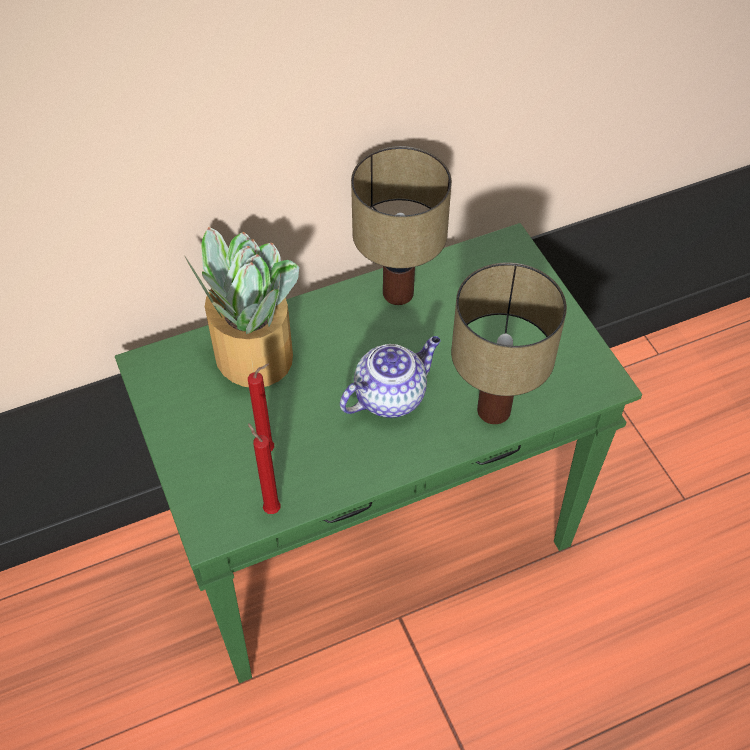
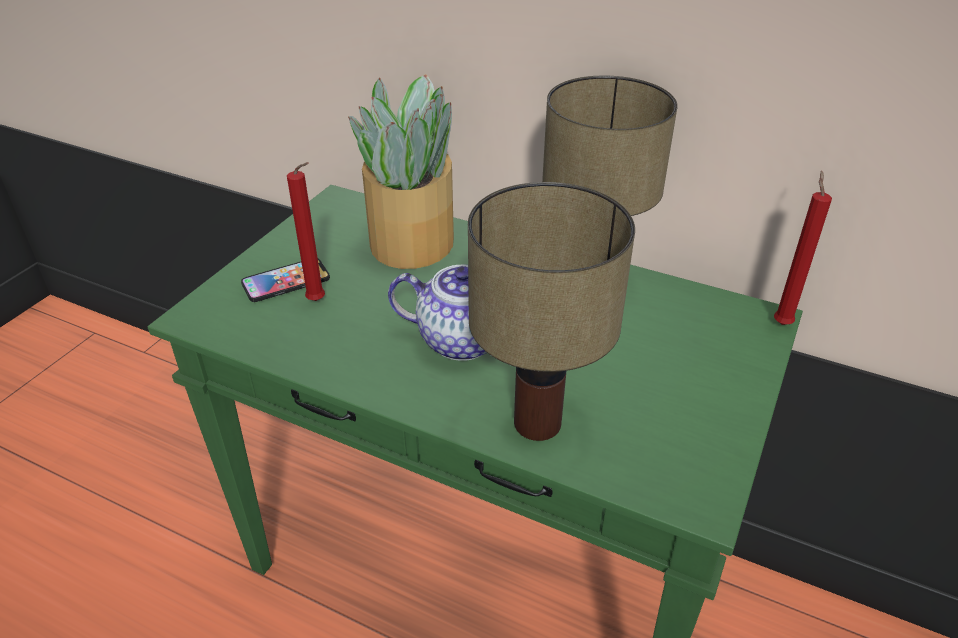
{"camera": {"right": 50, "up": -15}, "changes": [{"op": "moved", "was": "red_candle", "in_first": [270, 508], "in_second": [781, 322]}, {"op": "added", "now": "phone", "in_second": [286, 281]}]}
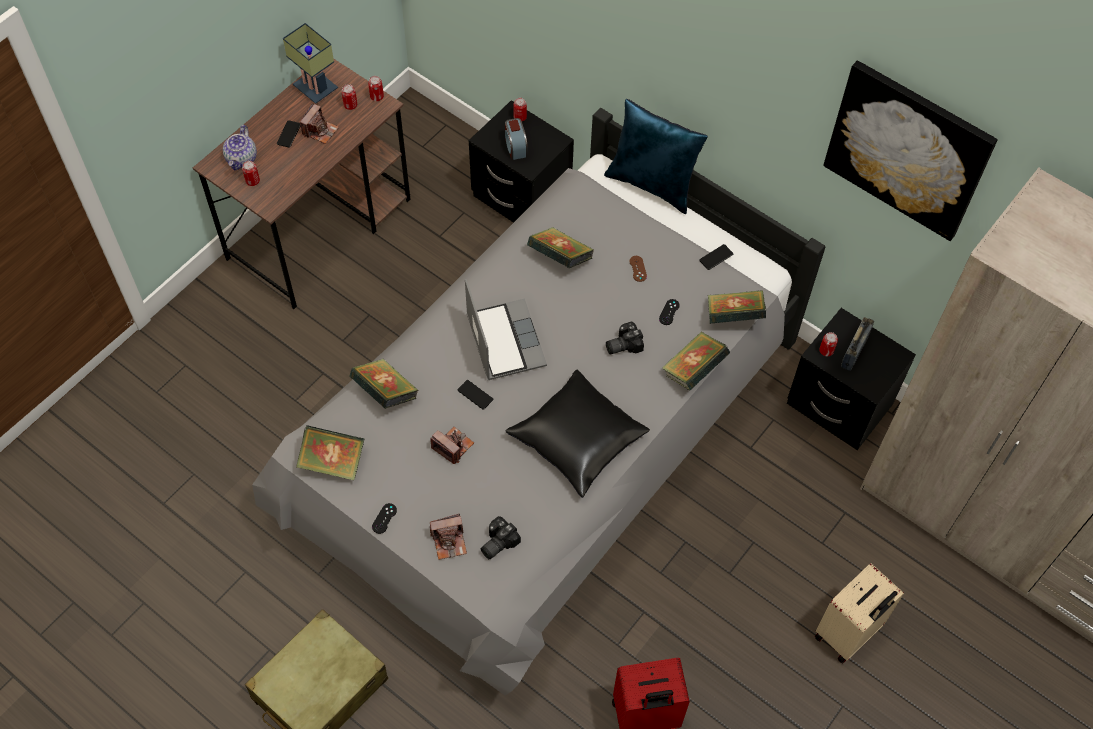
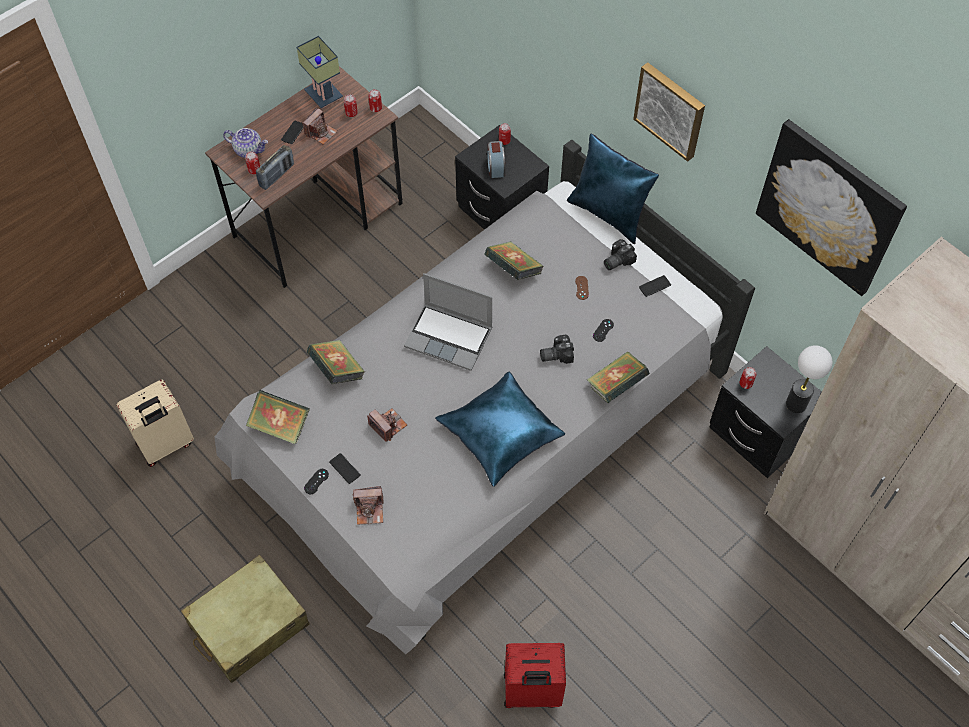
{"camera": {"right": 10, "up": 0}, "changes": [{"op": "turned", "was": "teapot", "in_first": [242, 159], "in_second": [249, 150], "clockwise": -90}, {"op": "moved", "was": "phone", "in_first": [475, 395], "in_second": [345, 468]}, {"op": "turned", "was": "laptop", "in_first": [504, 340], "in_second": [450, 337], "clockwise": 120}, {"op": "moved", "was": "photo_camera", "in_first": [496, 542], "in_second": [616, 260]}, {"op": "recoloured", "was": "black_pillow", "now": "blue_pillow", "in_first": [578, 439], "in_second": [501, 434]}, {"op": "removed", "was": "book", "in_first": [734, 317]}, {"op": "moved", "was": "beige_suitcase", "in_first": [848, 633], "in_second": [166, 445]}, {"op": "moved", "was": "radio", "in_first": [854, 351], "in_second": [277, 175]}, {"op": "added", "now": "picture", "in_second": [671, 110]}, {"op": "added", "now": "table_lamp", "in_second": [796, 404]}]}
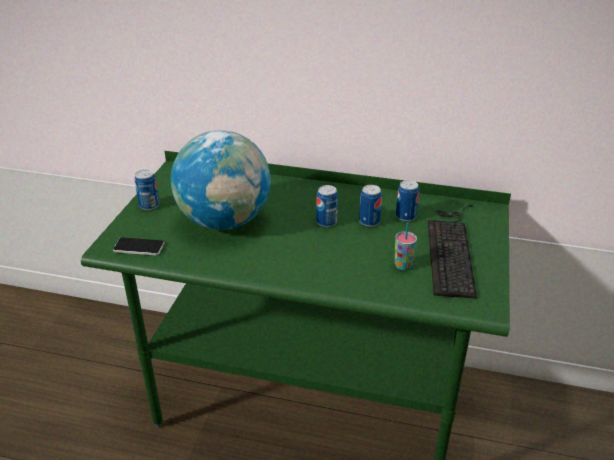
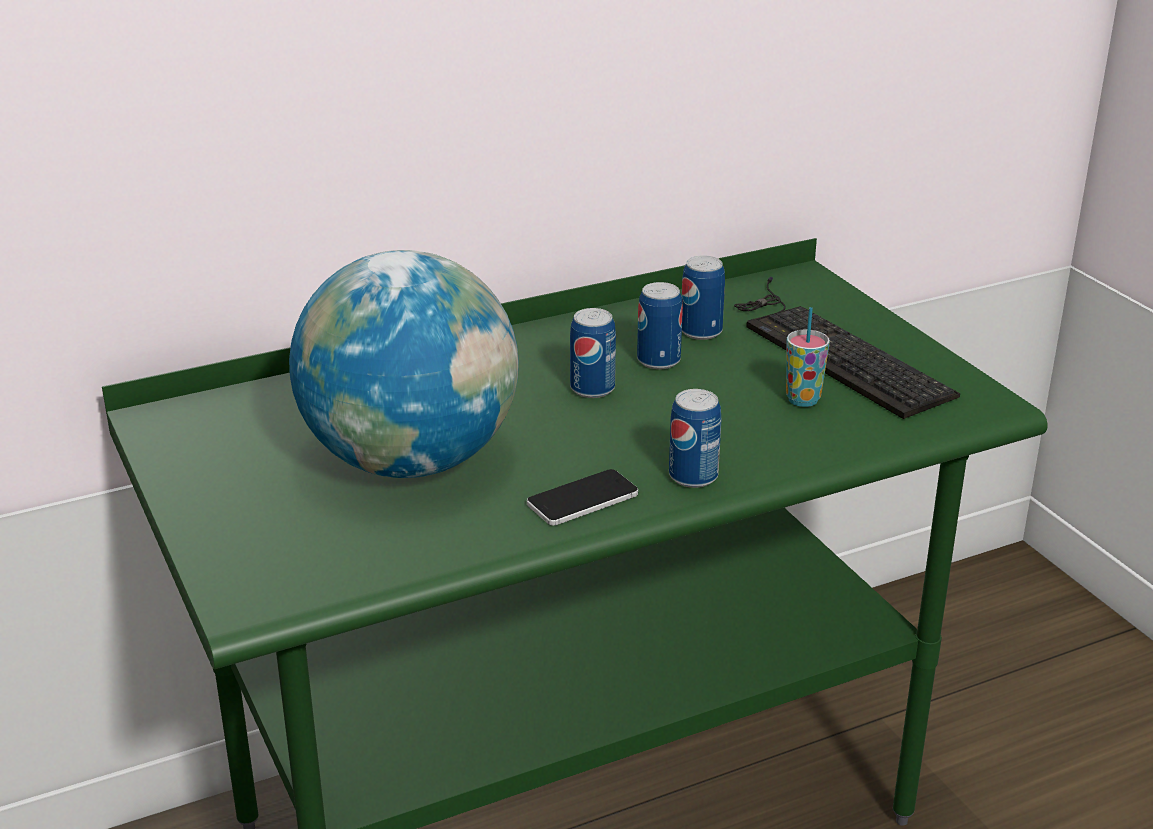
{"camera": {"right": -40, "up": -5}, "changes": [{"op": "moved", "was": "phone", "in_first": [139, 247], "in_second": [582, 499]}, {"op": "moved", "was": "can", "in_first": [149, 205], "in_second": [693, 476]}]}
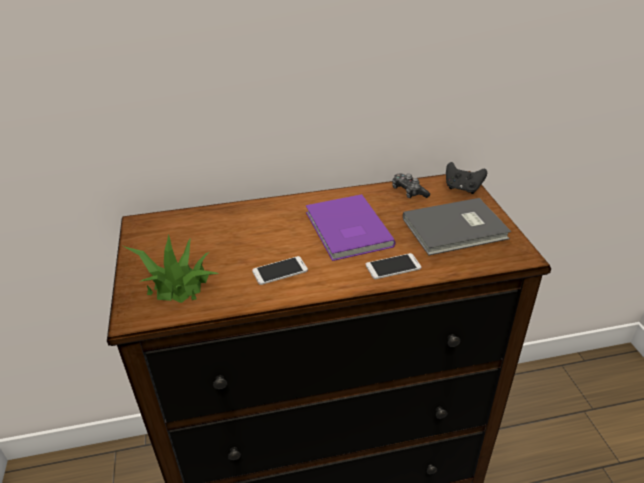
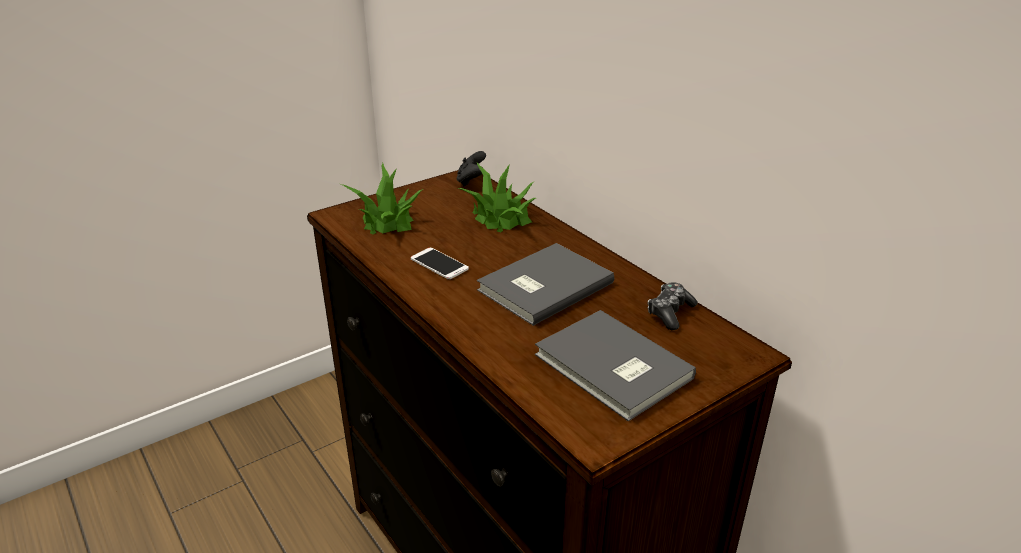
{"camera": {"right": 65, "up": -5}, "changes": [{"op": "recoloured", "was": "purple_book", "now": "grey_book", "in_first": [346, 230], "in_second": [542, 286]}, {"op": "removed", "was": "phone", "in_first": [393, 267]}, {"op": "moved", "was": "black_game_controller", "in_first": [462, 188], "in_second": [471, 181]}, {"op": "added", "now": "potted_plant", "in_second": [501, 217]}]}
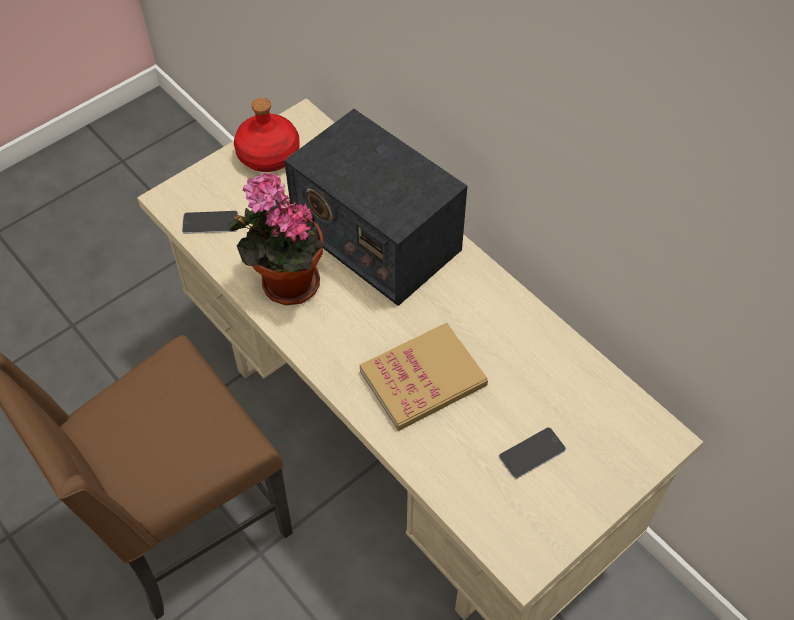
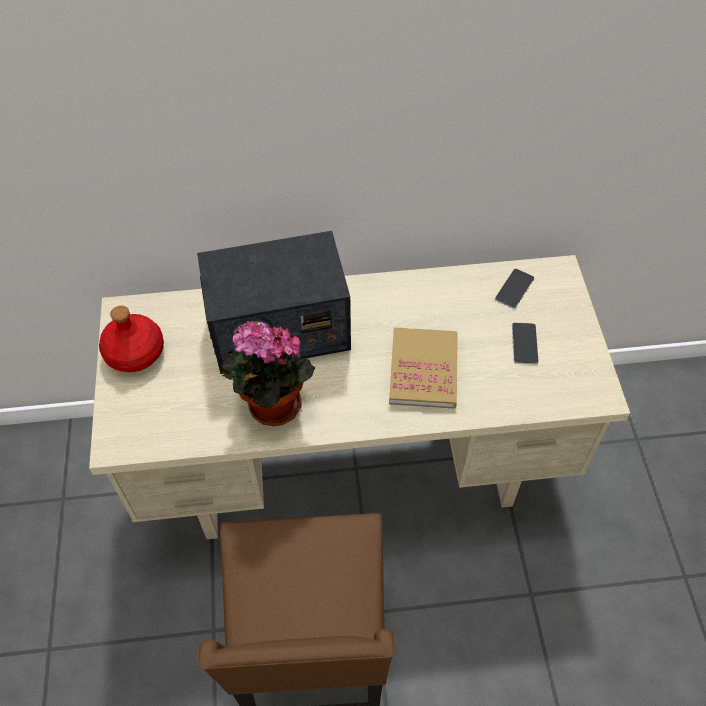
{"camera": {"right": -55, "up": 0}, "changes": [{"op": "moved", "was": "phone", "in_first": [210, 222], "in_second": [514, 288]}]}
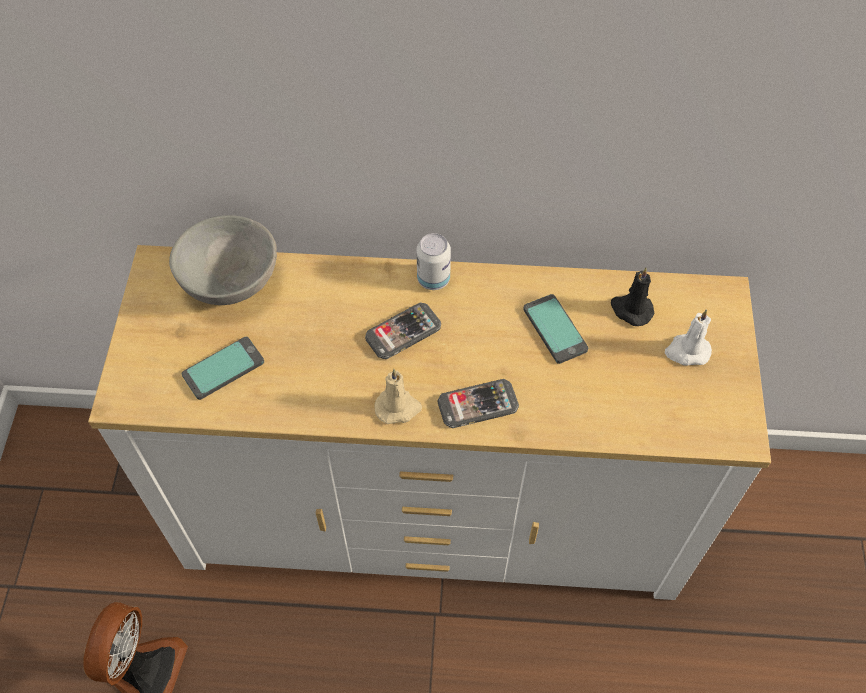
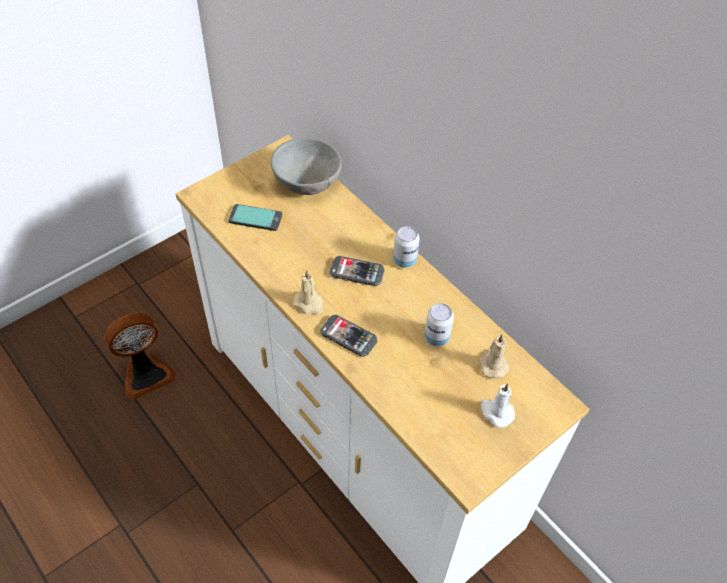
{"camera": {"right": 45, "up": -5}, "changes": [{"op": "replaced", "was": "phone", "now": "can", "in_first": [555, 329], "in_second": [436, 337]}, {"op": "recoloured", "was": "black_candle", "now": "beige_candle", "in_first": [631, 309], "in_second": [492, 364]}]}
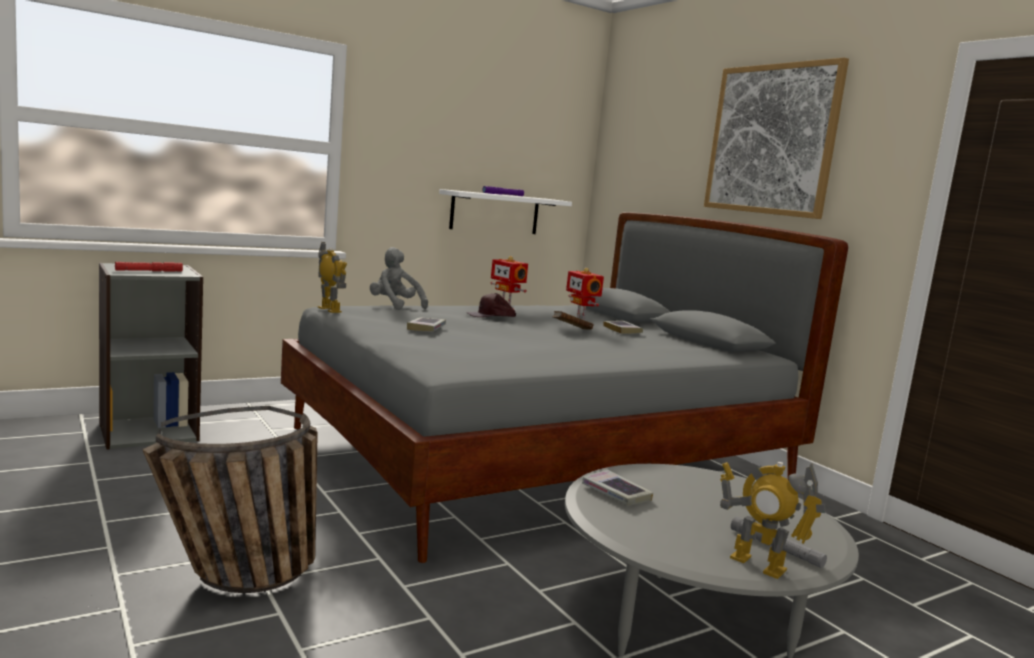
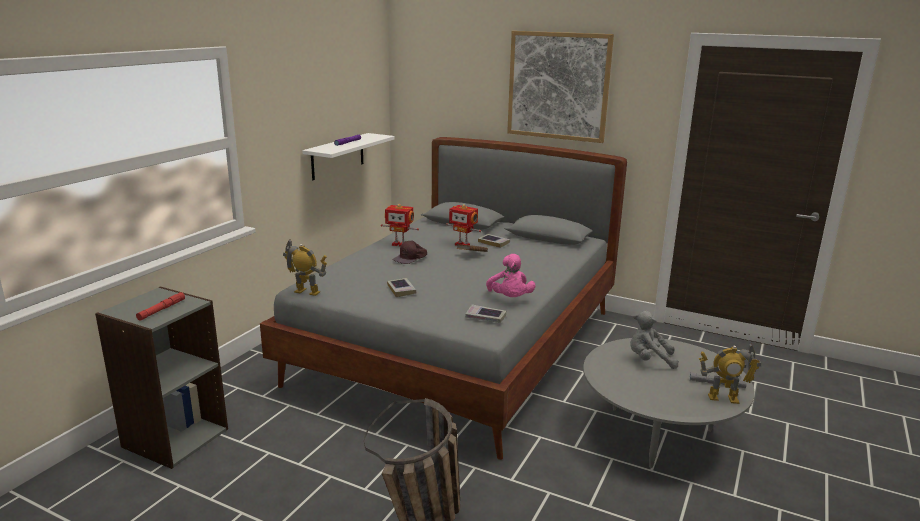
{"camera": {"right": -30, "up": 10}, "changes": [{"op": "moved", "was": "grey_plush_toy", "in_first": [394, 306], "in_second": [649, 360]}, {"op": "moved", "was": "book", "in_first": [616, 493], "in_second": [485, 317]}, {"op": "added", "now": "pink_plush_toy", "in_second": [510, 299]}]}
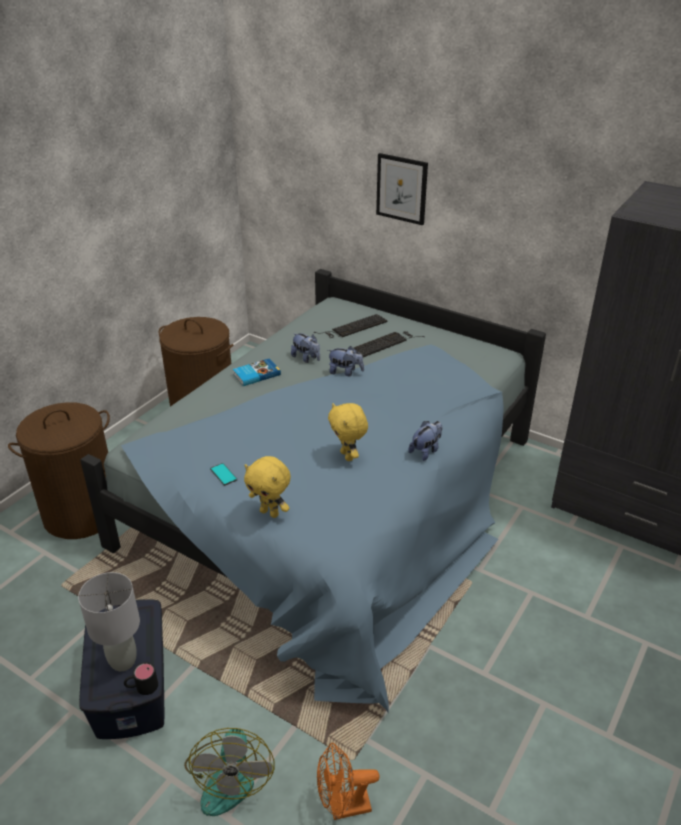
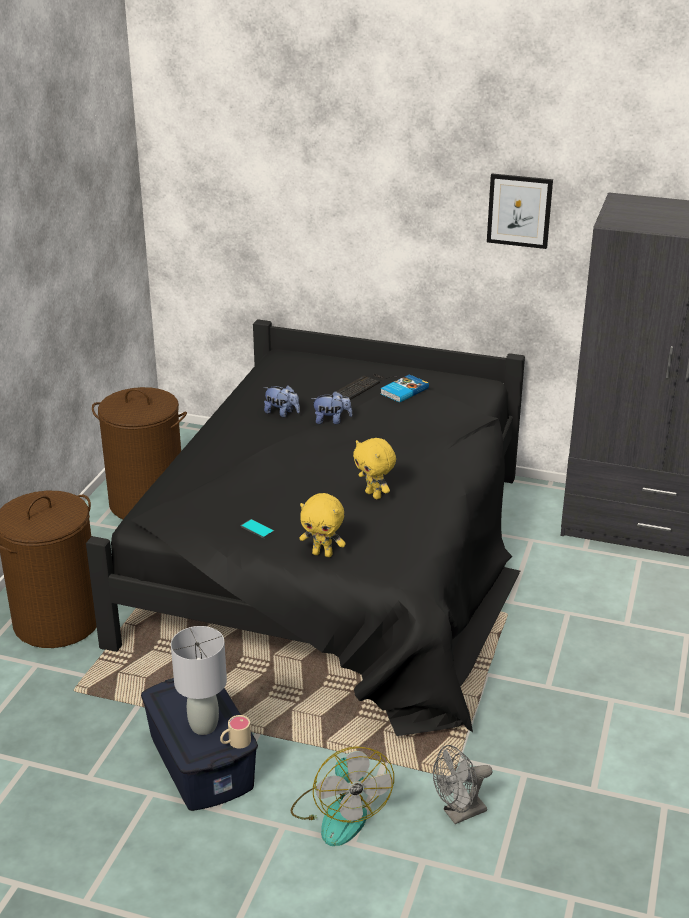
{"camera": {"right": -15, "up": -5}, "changes": [{"op": "recoloured", "was": "blue_bed", "now": "black_bed", "in_first": [337, 501], "in_second": [338, 564]}, {"op": "recoloured", "was": "black_mug", "now": "beige_mug", "in_first": [142, 687], "in_second": [235, 742]}, {"op": "moved", "was": "book", "in_first": [256, 374], "in_second": [403, 391]}, {"op": "removed", "was": "keyboard", "in_first": [353, 327]}, {"op": "recoloured", "was": "orange_fan", "now": "grey_fan", "in_first": [343, 807], "in_second": [459, 814]}, {"op": "moved", "was": "picture", "in_first": [401, 189], "in_second": [519, 210]}, {"op": "removed", "was": "plush_toy", "in_first": [426, 451]}]}
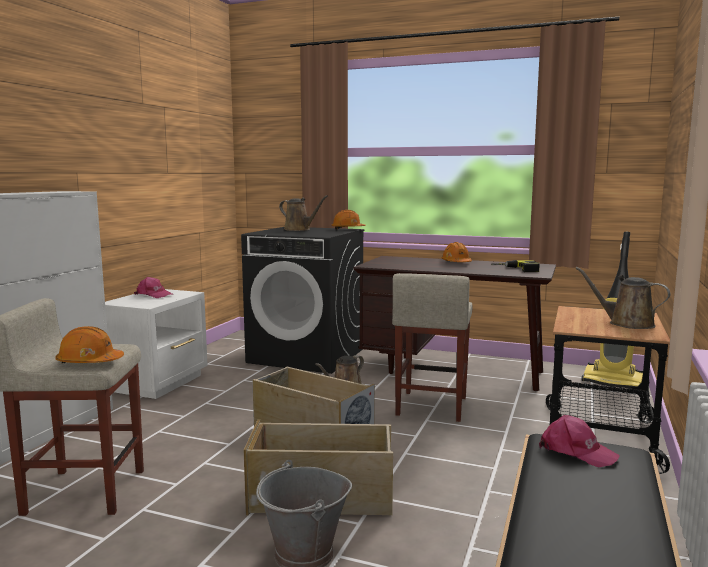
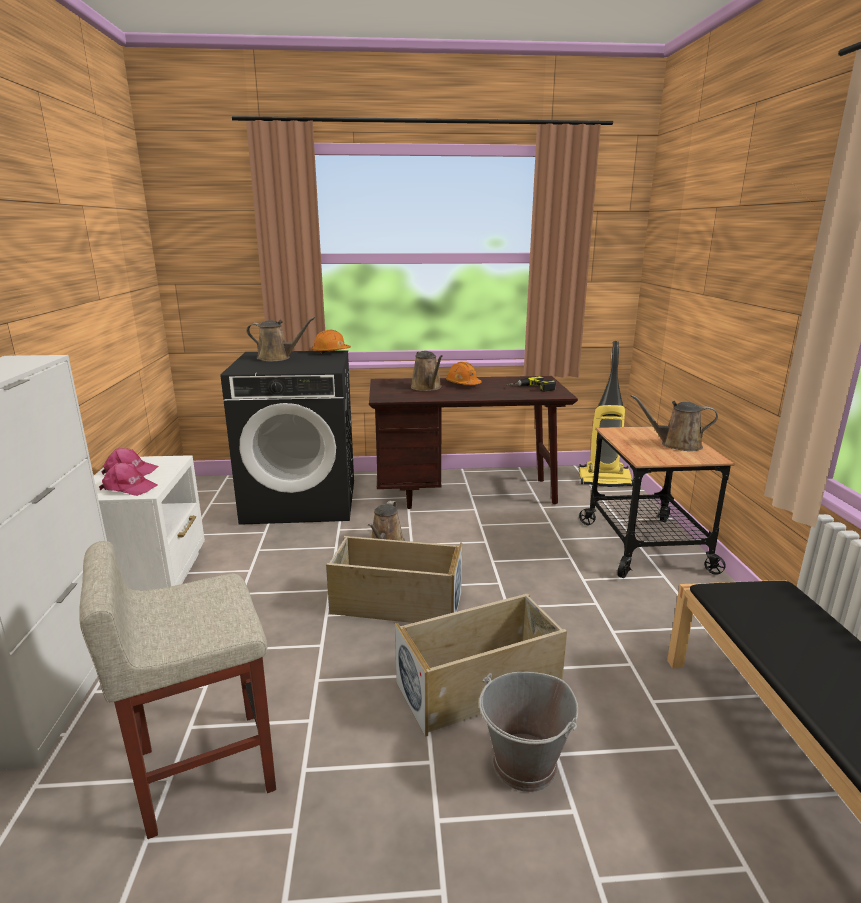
{"camera": {"right": -25, "up": 10}, "changes": [{"op": "removed", "was": "orange_hard_hat", "in_first": [89, 362]}, {"op": "removed", "was": "beige_stool", "in_first": [431, 406]}, {"op": "moved", "was": "pink_cap", "in_first": [576, 451], "in_second": [129, 487]}, {"op": "added", "now": "brown_watering_can", "in_second": [427, 388]}]}
